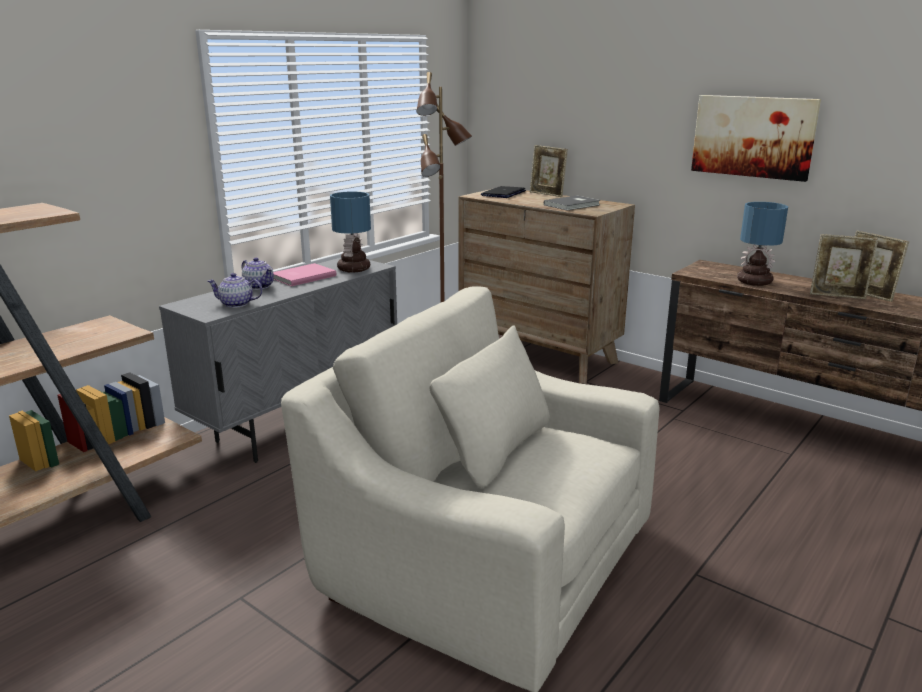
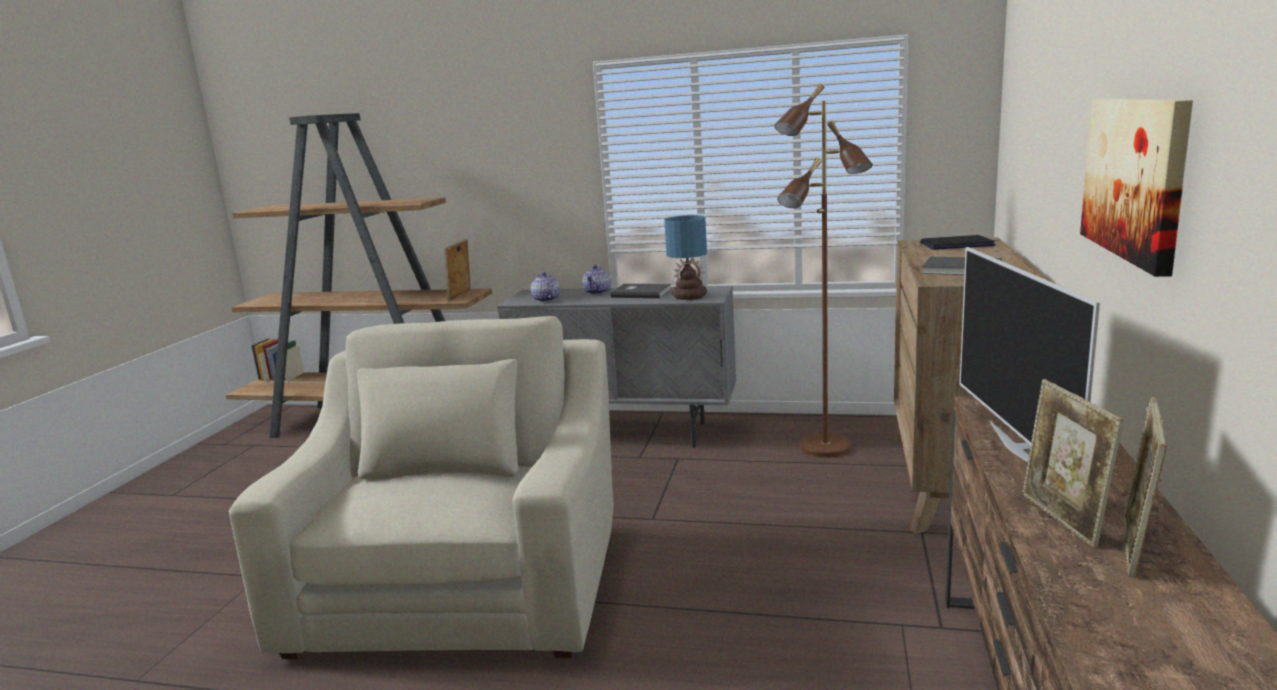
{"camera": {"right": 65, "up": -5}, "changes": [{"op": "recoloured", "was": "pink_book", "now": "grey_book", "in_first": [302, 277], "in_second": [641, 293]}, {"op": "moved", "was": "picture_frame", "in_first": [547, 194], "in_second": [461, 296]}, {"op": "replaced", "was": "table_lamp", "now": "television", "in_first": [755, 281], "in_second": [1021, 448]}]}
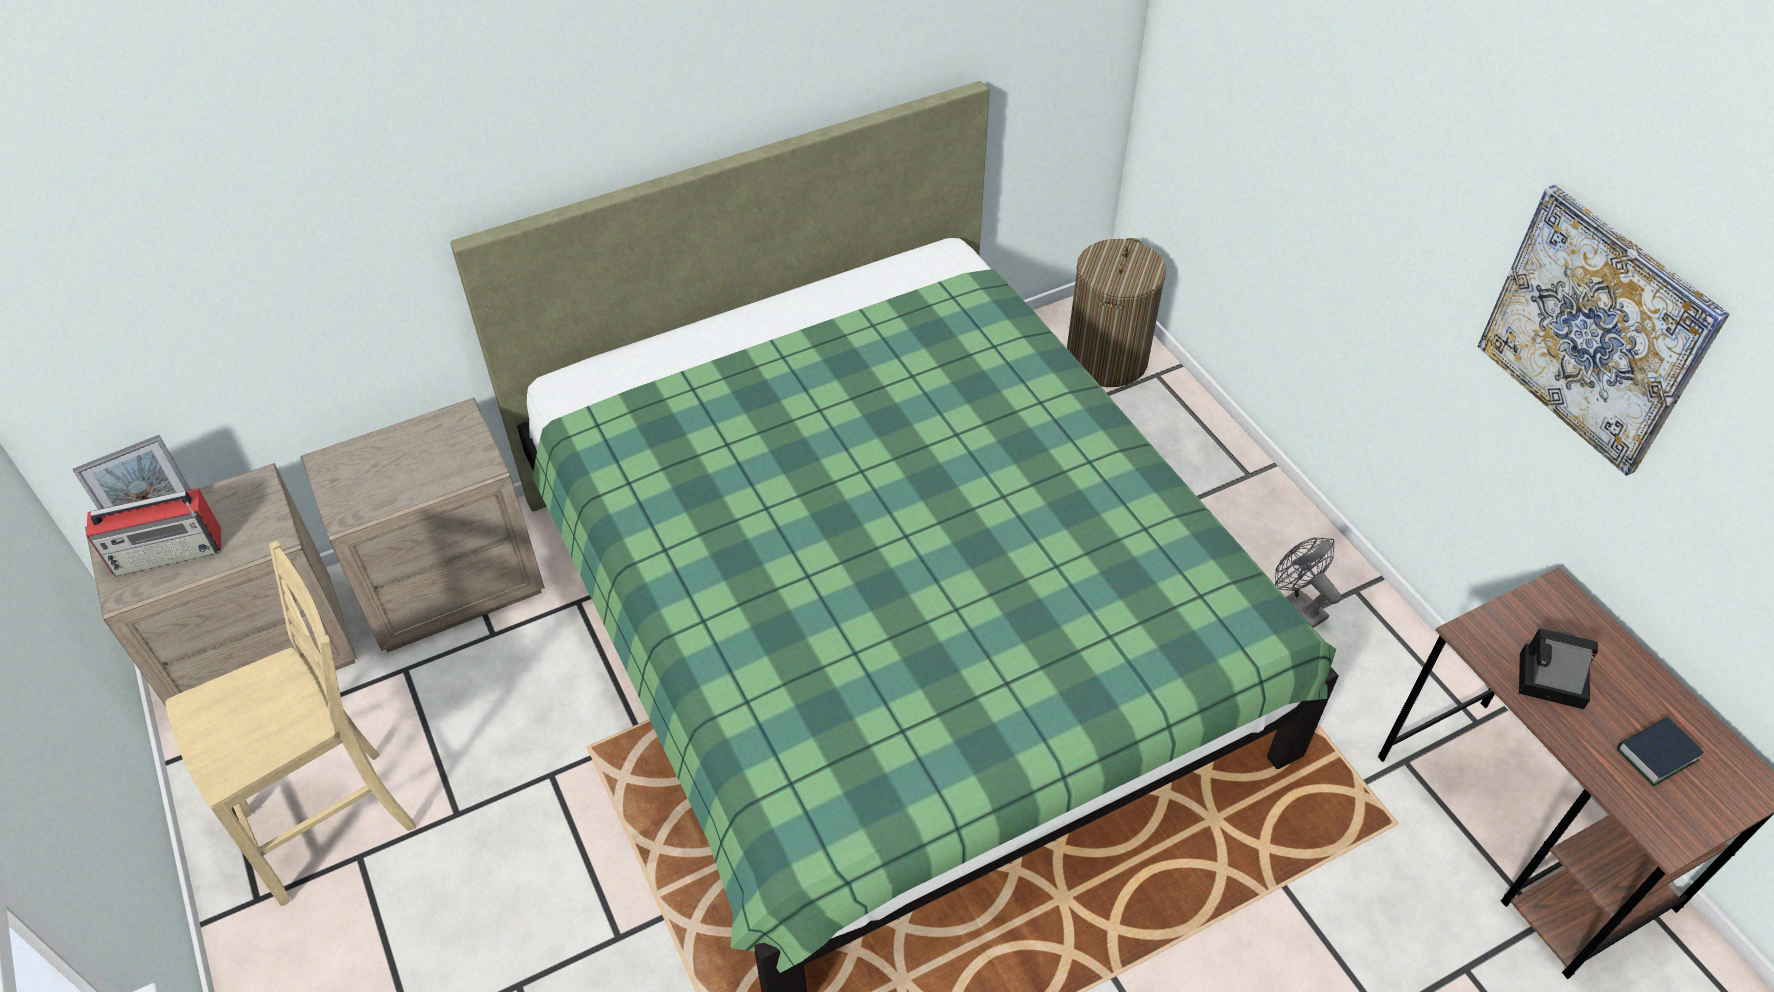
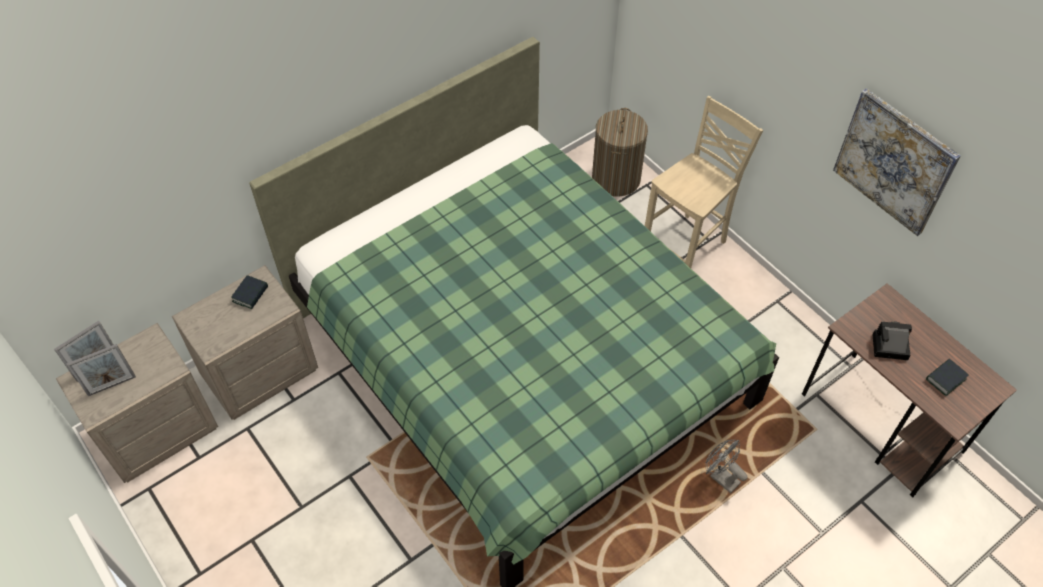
{"camera": {"right": -10, "up": 5}, "changes": [{"op": "replaced", "was": "radio", "now": "picture_frame", "in_first": [169, 551], "in_second": [112, 385]}, {"op": "moved", "was": "beige_chair", "in_first": [334, 822], "in_second": [686, 245]}, {"op": "moved", "was": "grey_fan", "in_first": [1297, 606], "in_second": [720, 477]}, {"op": "added", "now": "book", "in_second": [250, 294]}]}
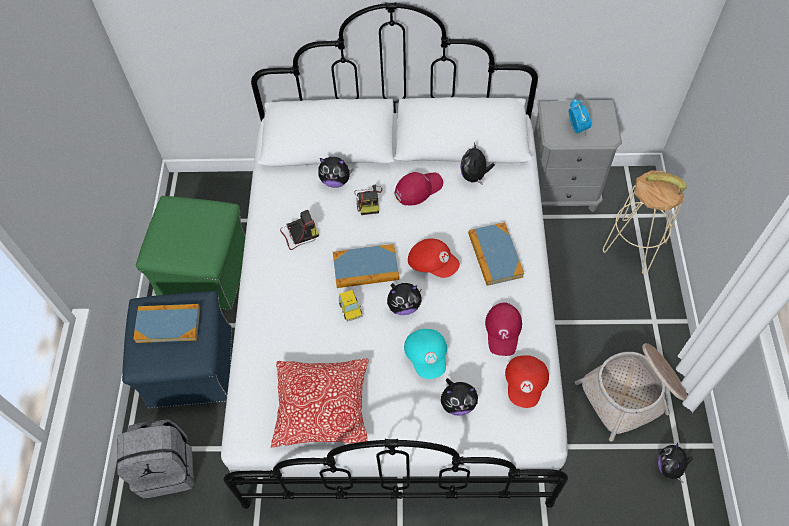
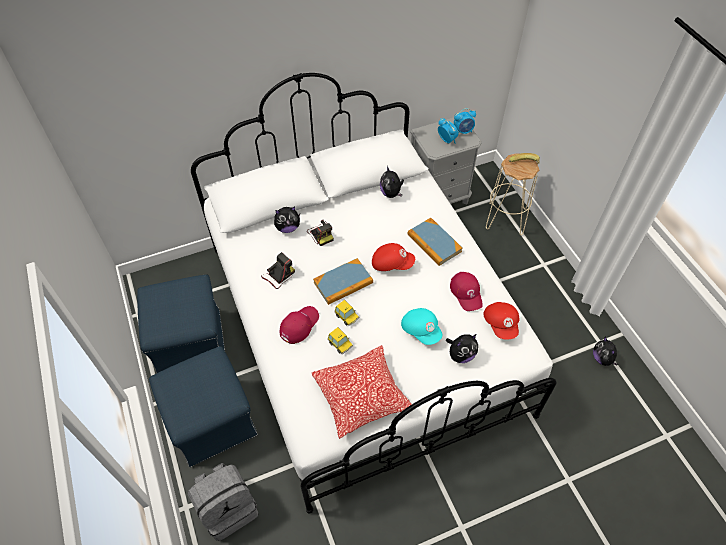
{"camera": {"right": -25, "up": -5}, "changes": [{"op": "removed", "was": "book", "in_first": [168, 324]}, {"op": "recoloured", "was": "green_ottoman", "now": "blue_ottoman", "in_first": [205, 271], "in_second": [190, 342]}, {"op": "removed", "was": "plush_toy", "in_first": [404, 306]}, {"op": "moved", "was": "red_cap", "in_first": [418, 189], "in_second": [299, 325]}, {"op": "removed", "was": "basket", "in_first": [632, 393]}, {"op": "added", "now": "toy_car", "in_second": [340, 344]}, {"op": "added", "now": "alarm_clock", "in_second": [463, 131]}]}
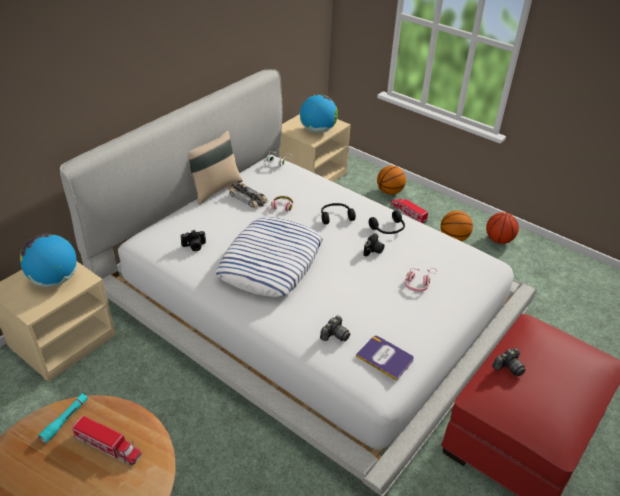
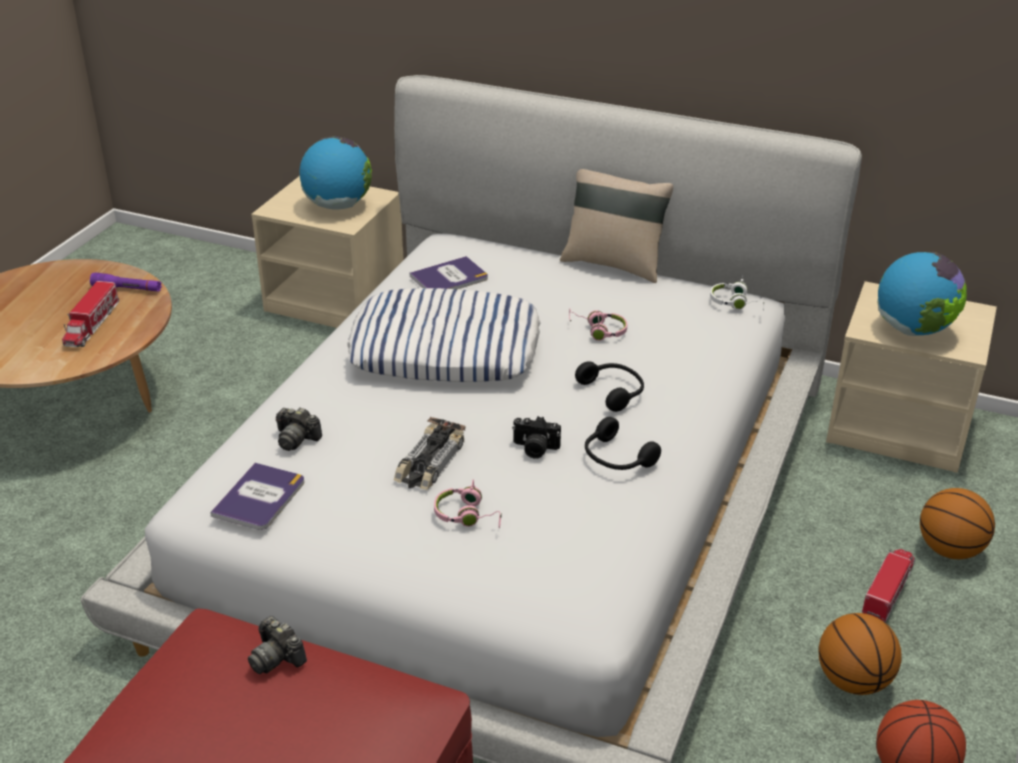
{"camera": {"right": 75, "up": -5}, "changes": [{"op": "recoloured", "was": "turquoise_flashlight", "now": "purple_flashlight", "in_first": [65, 420], "in_second": [127, 288]}, {"op": "replaced", "was": "photo_camera", "now": "book", "in_first": [194, 246], "in_second": [449, 278]}, {"op": "moved", "was": "toy_car", "in_first": [248, 198], "in_second": [429, 463]}]}
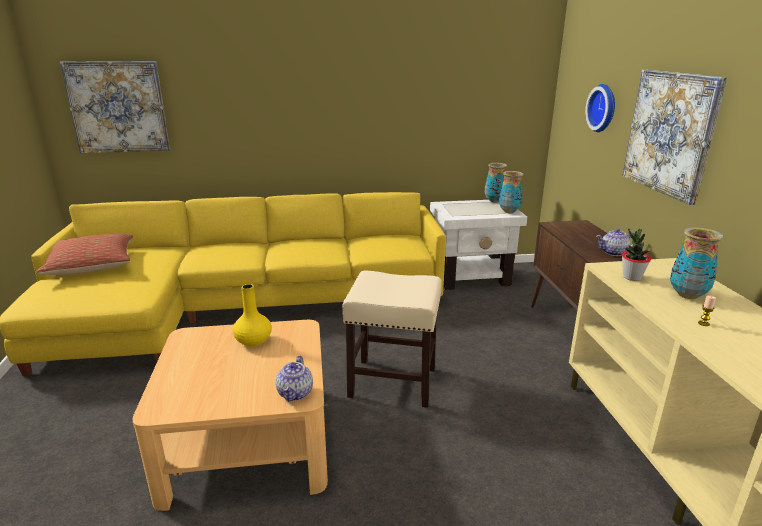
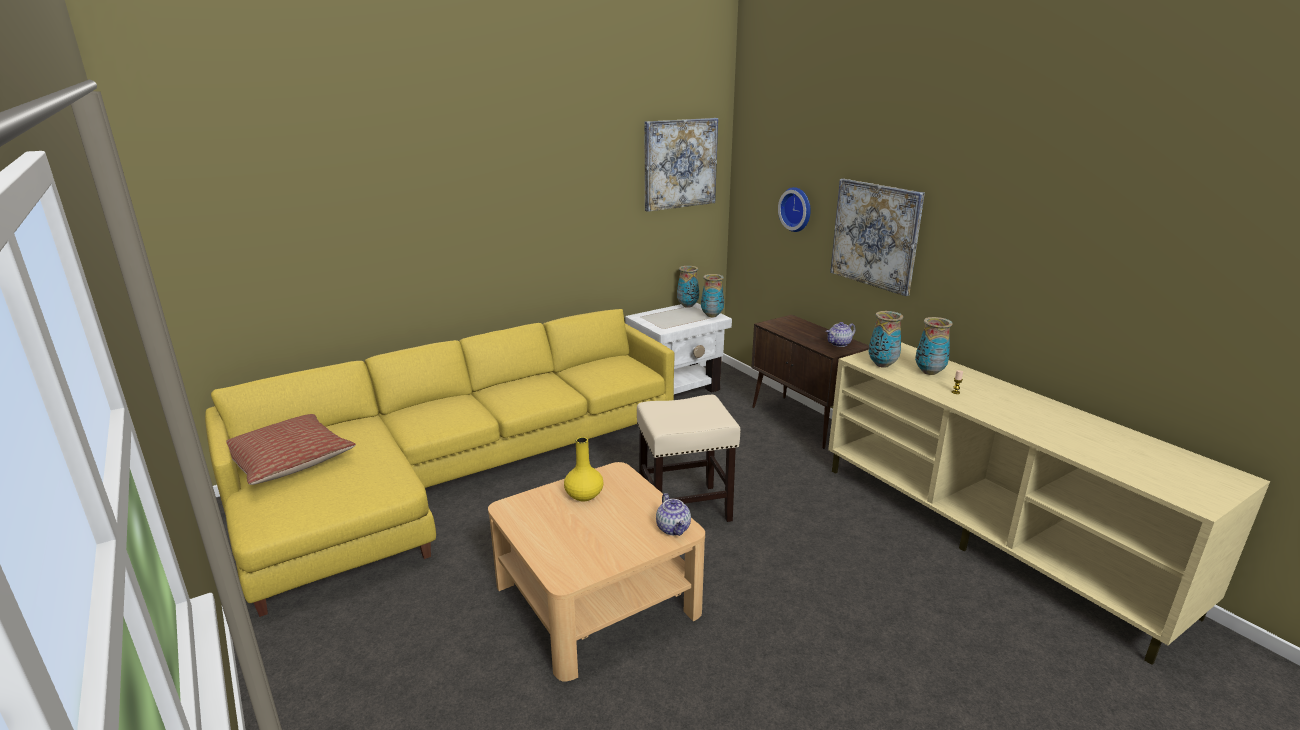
{"camera": {"right": -25, "up": 0}, "changes": [{"op": "moved", "was": "picture", "in_first": [118, 107], "in_second": [680, 164]}, {"op": "replaced", "was": "potted_plant", "now": "vase", "in_first": [631, 277], "in_second": [882, 365]}]}
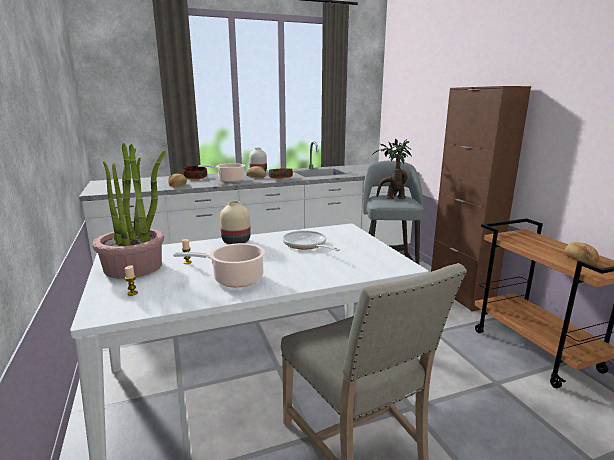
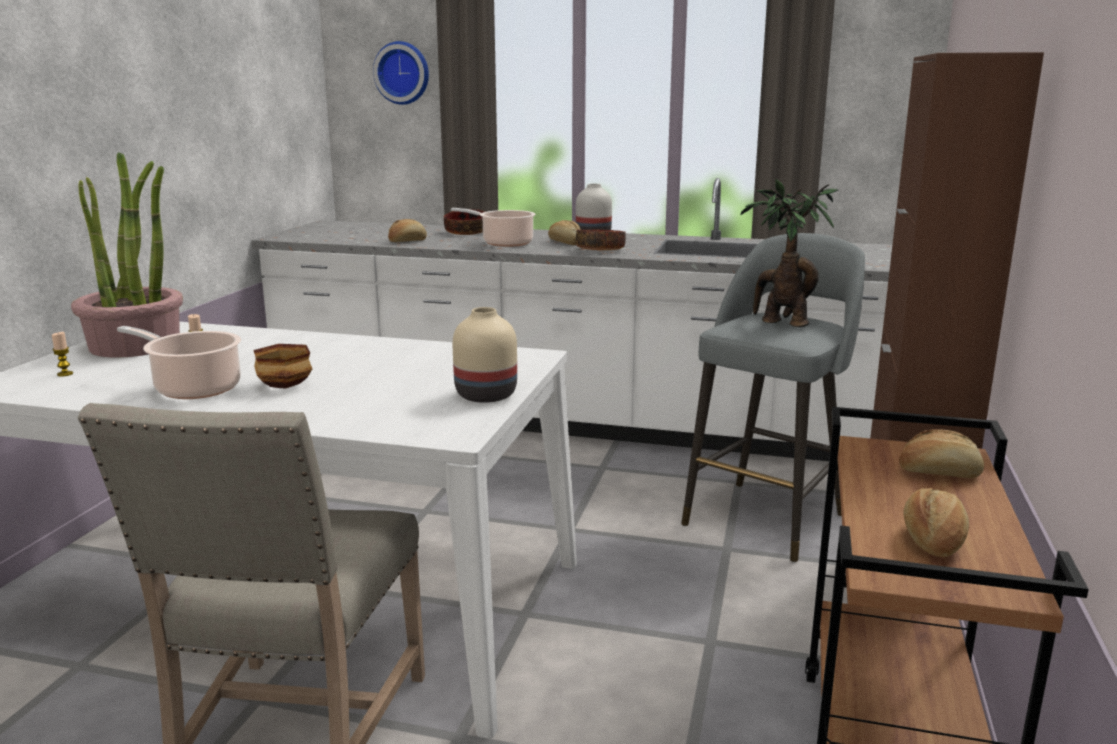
{"camera": {"right": 35, "up": 0}, "changes": [{"op": "moved", "was": "beige_vase", "in_first": [235, 241], "in_second": [484, 395]}, {"op": "removed", "was": "frying_pan", "in_first": [306, 245]}, {"op": "added", "now": "bowl", "in_second": [283, 386]}, {"op": "added", "now": "wall_clock", "in_second": [403, 73]}, {"op": "added", "now": "bread", "in_second": [939, 472]}]}
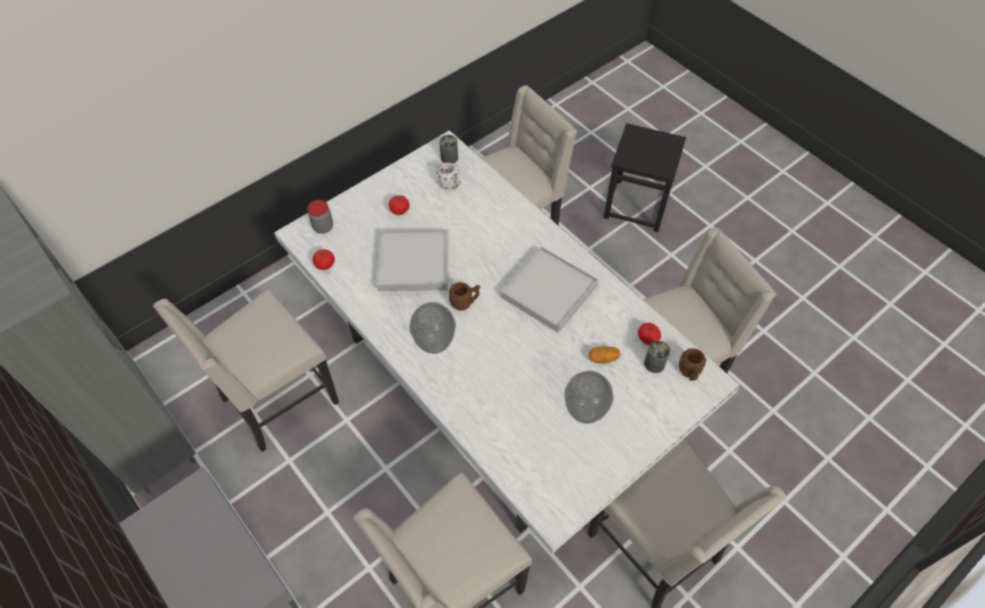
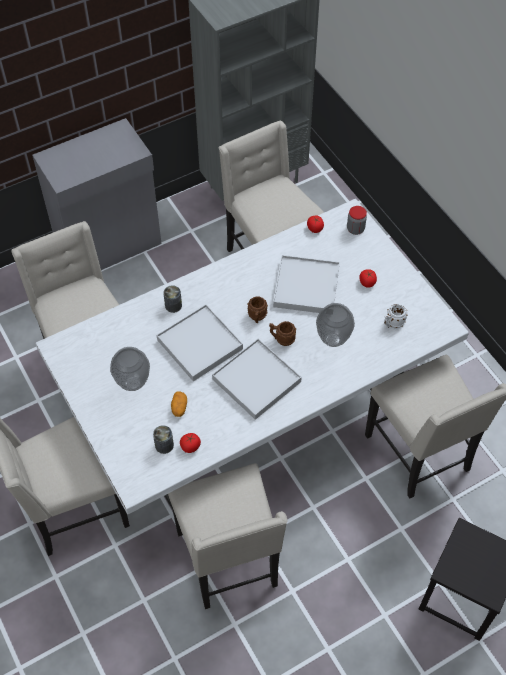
{"camera": {"right": 100, "up": 0}, "changes": [{"op": "moved", "was": "vase", "in_first": [435, 345], "in_second": [332, 340]}, {"op": "moved", "was": "can", "in_first": [449, 158], "in_second": [173, 305]}, {"op": "moved", "was": "brown_mug", "in_first": [689, 373], "in_second": [282, 339]}, {"op": "added", "now": "white_tray", "in_second": [200, 344]}]}
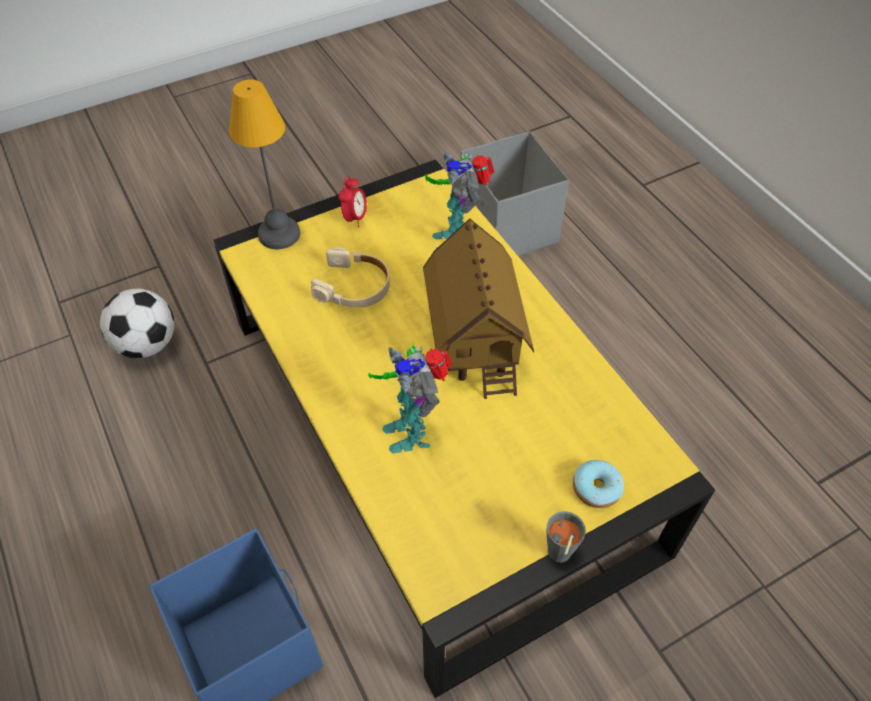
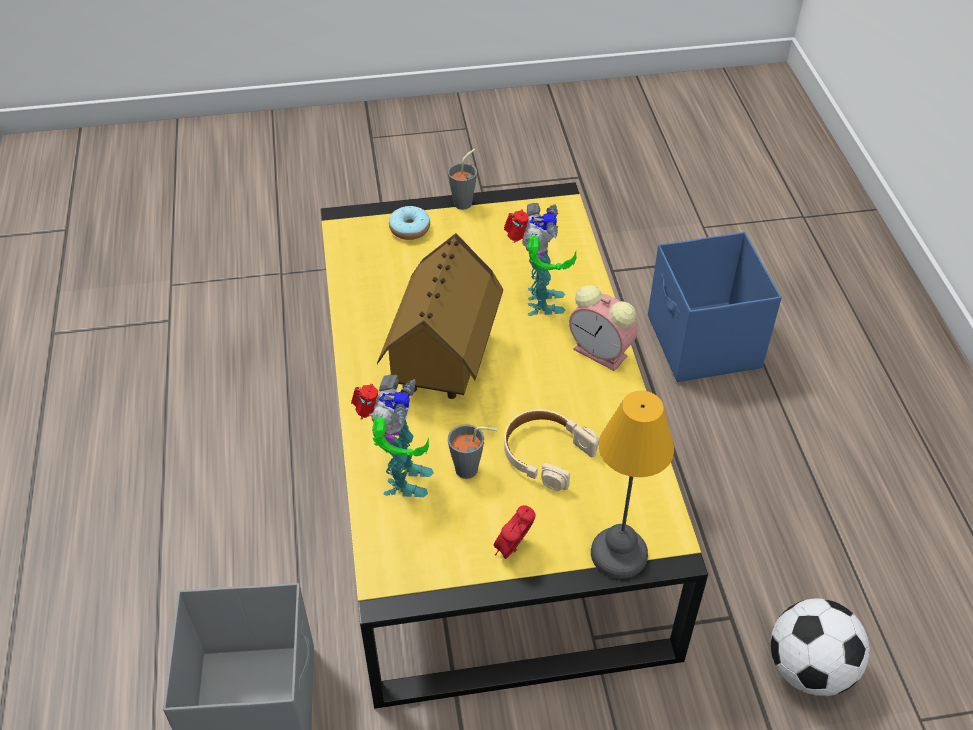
{"camera": {"right": -160, "up": -5}, "changes": [{"op": "added", "now": "grey_cup", "in_second": [472, 470]}, {"op": "added", "now": "alarm_clock", "in_second": [602, 353]}]}
